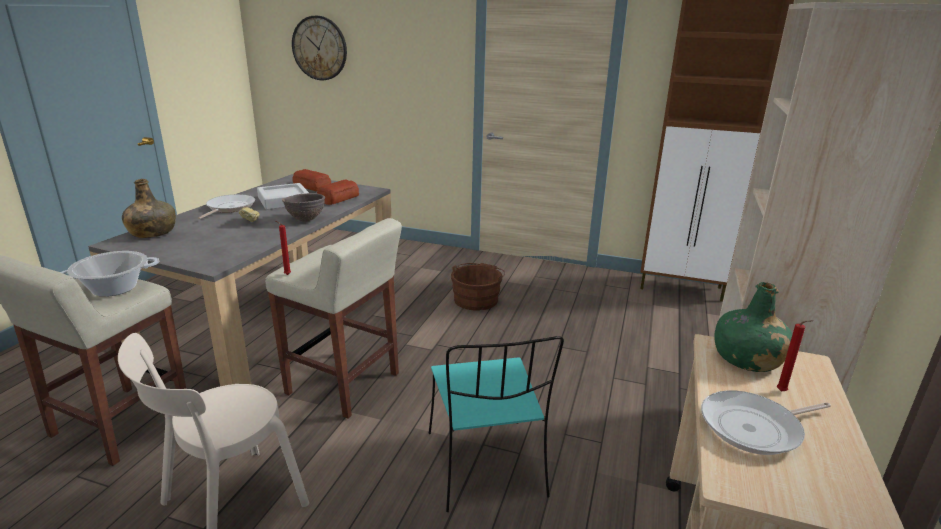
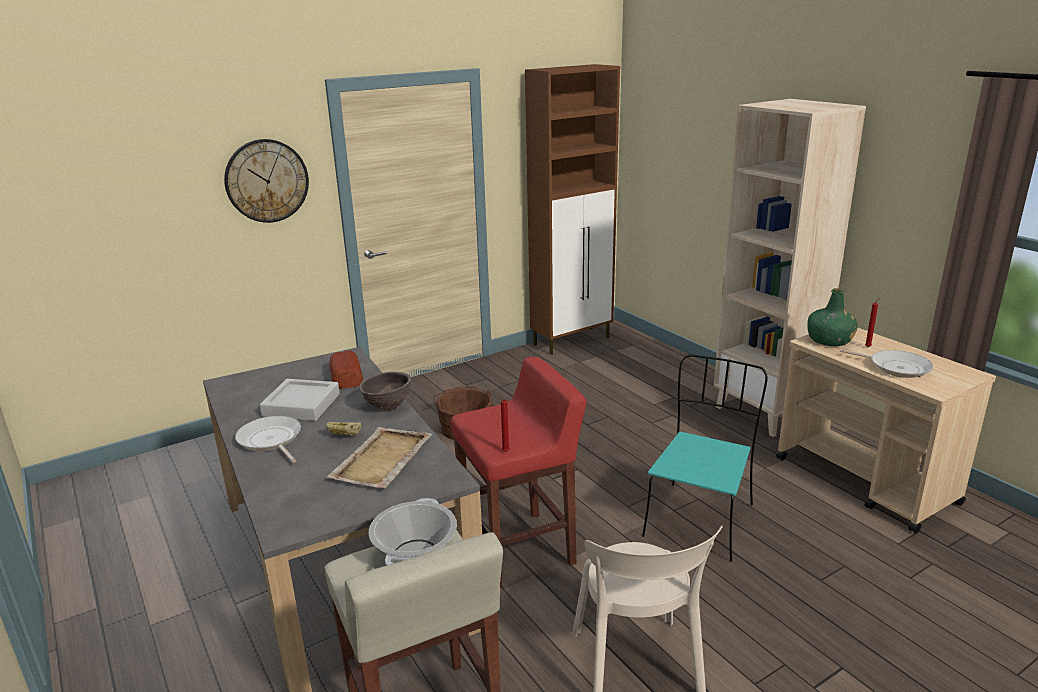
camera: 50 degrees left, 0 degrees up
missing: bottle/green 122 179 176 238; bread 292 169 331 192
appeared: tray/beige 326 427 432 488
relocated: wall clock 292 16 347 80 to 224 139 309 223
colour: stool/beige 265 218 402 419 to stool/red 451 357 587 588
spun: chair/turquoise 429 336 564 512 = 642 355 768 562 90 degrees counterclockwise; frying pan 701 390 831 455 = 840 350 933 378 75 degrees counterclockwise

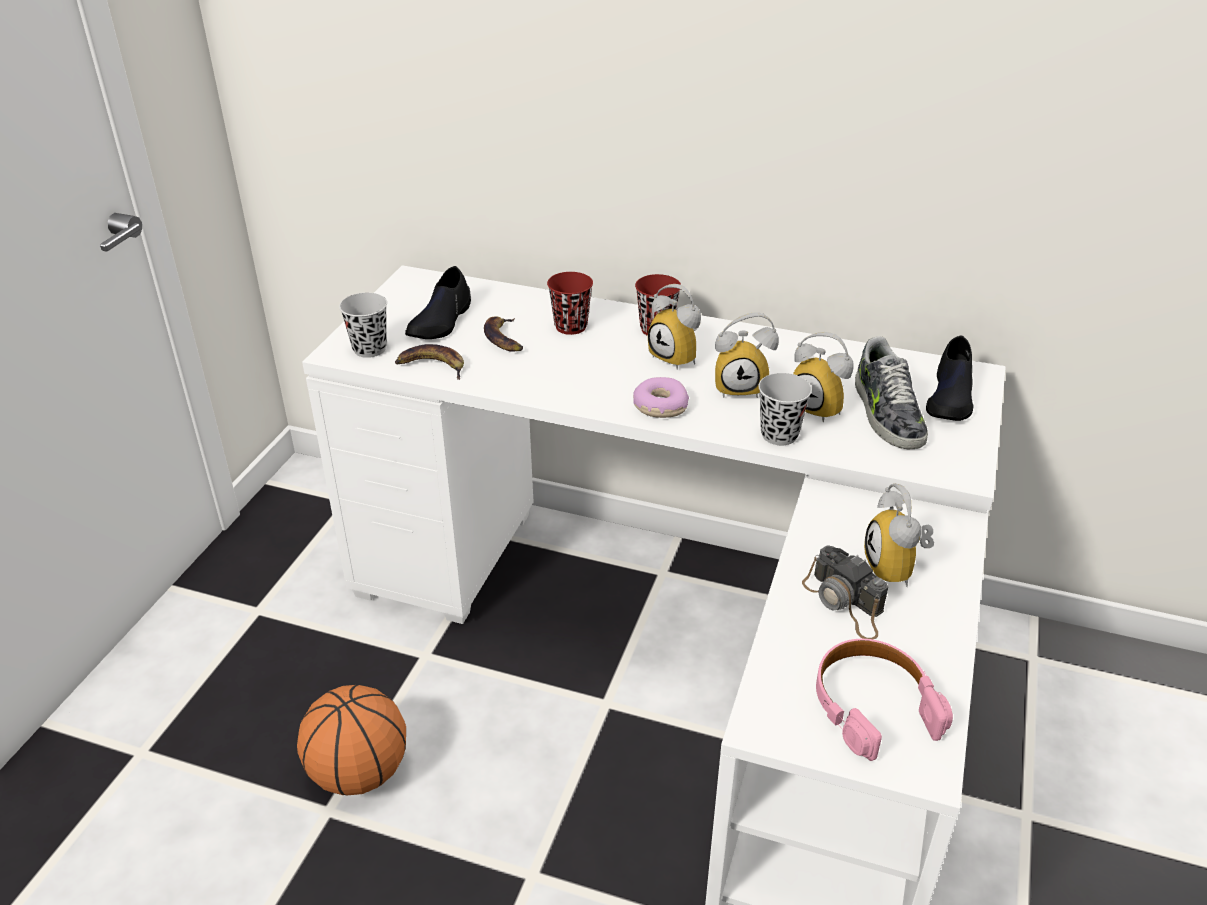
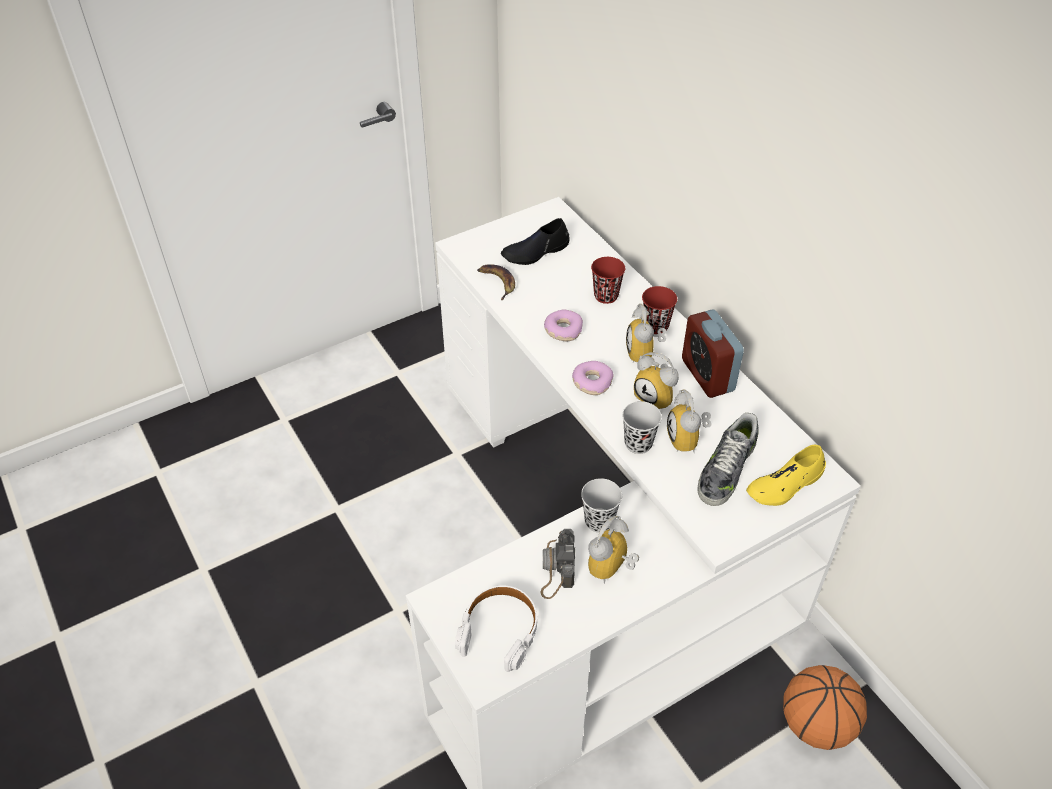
camera: 40 degrees right, 10 degrees up
missing: banana 484 316 523 352
appeared: donut 544 310 583 341; alarm clock 682 309 744 398
relocated: cup/black 339 293 387 358 to 581 478 622 533; basketball 297 685 406 795 to 783 665 867 750
colour: headphones/pink 816 639 953 761 to headphones/white 455 586 537 672; shoe/black 926 335 974 421 to shoe/yellow 746 445 826 506

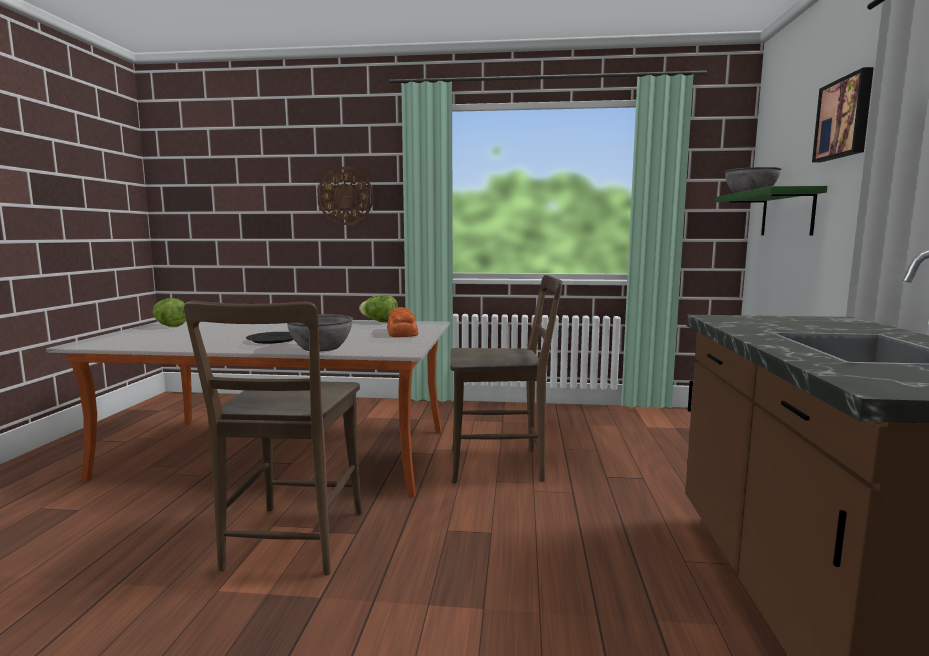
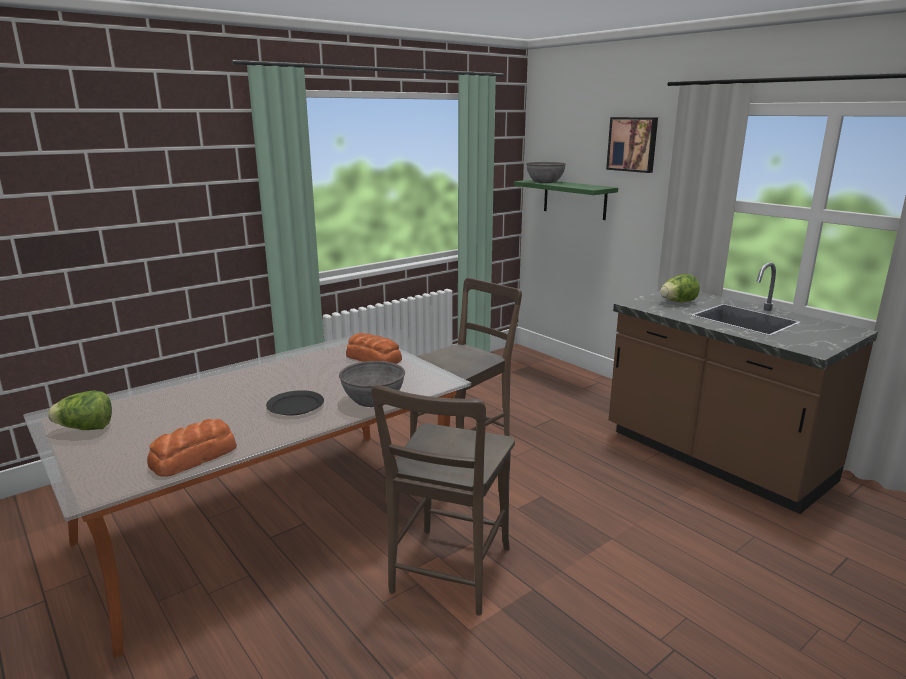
camera: 45 degrees left, 10 degrees up
missing: wall clock 317 167 373 225
appeared: bread 147 419 237 477
relocated: lettuce 359 295 398 322 to 660 274 700 302
spun: chair/brown 184 301 363 576 = 371 385 515 615 60 degrees clockwise

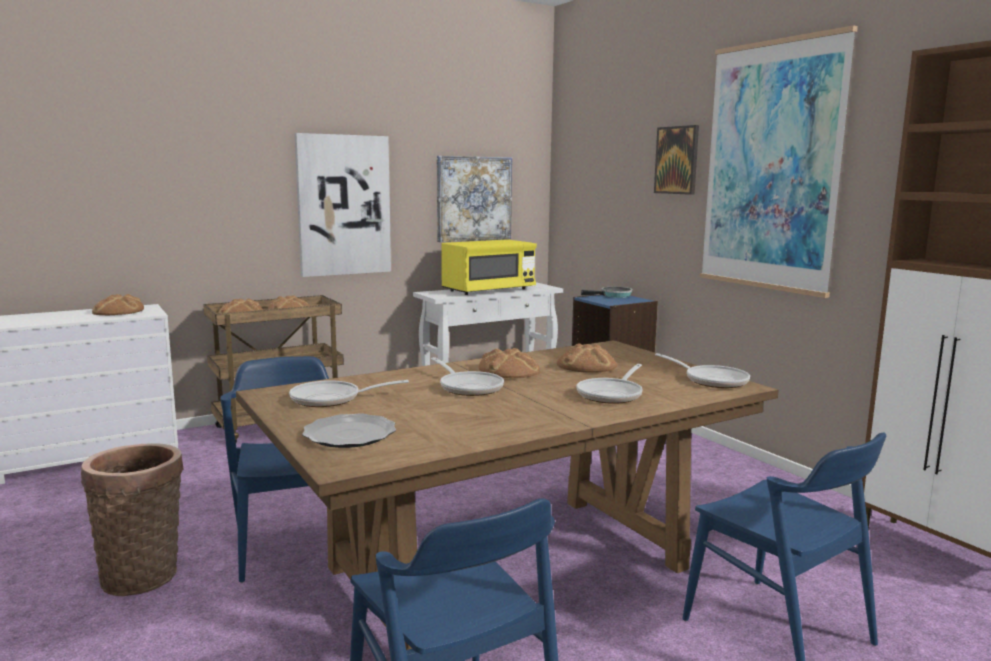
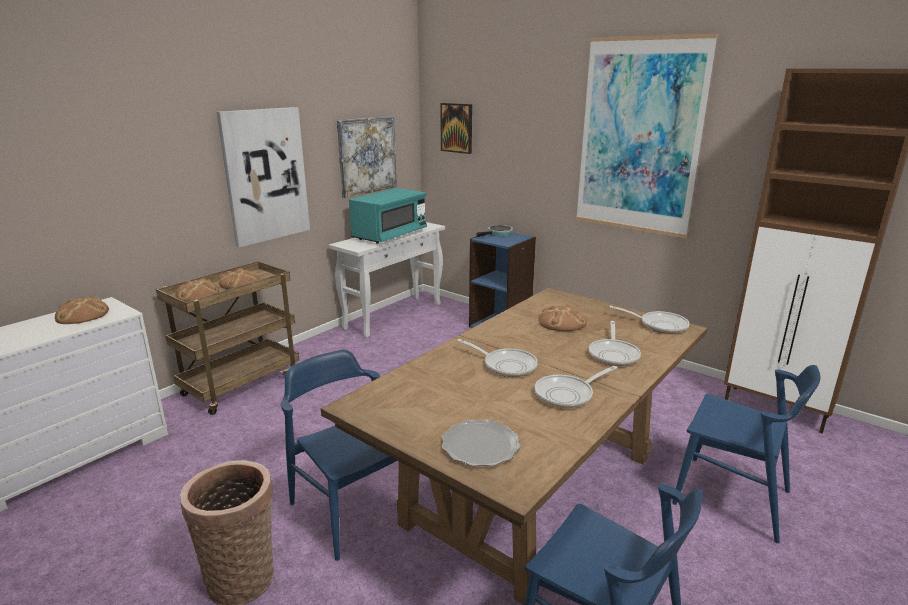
camera: 20 degrees left, 10 degrees up
missing: bread 479 348 540 379
relocated: picture 654 125 699 195 to 440 103 472 154; frying pan 289 380 409 407 to 535 366 617 408
colour: microwave/yellow 441 240 537 295 to microwave/turquoise 349 188 427 244

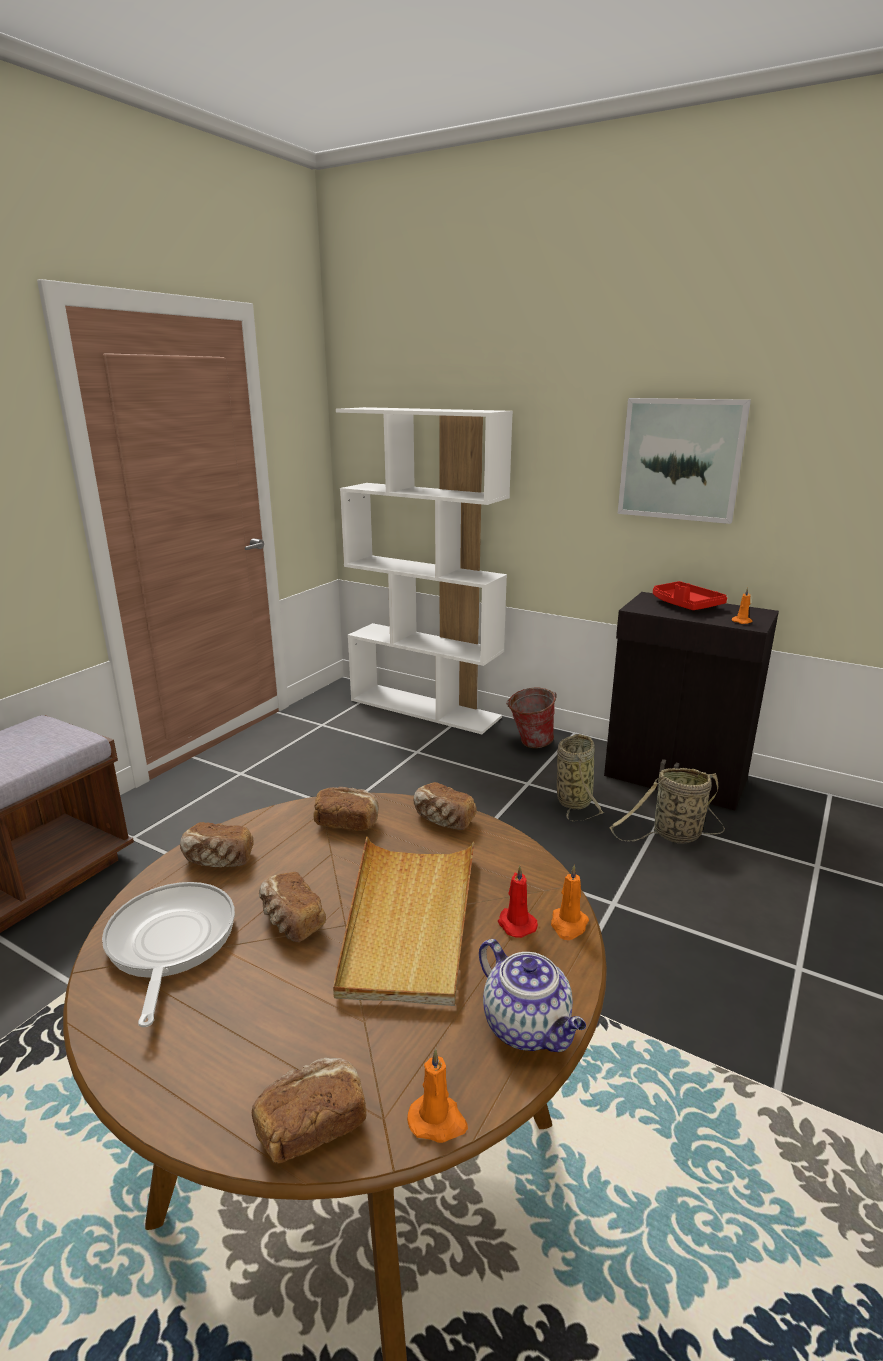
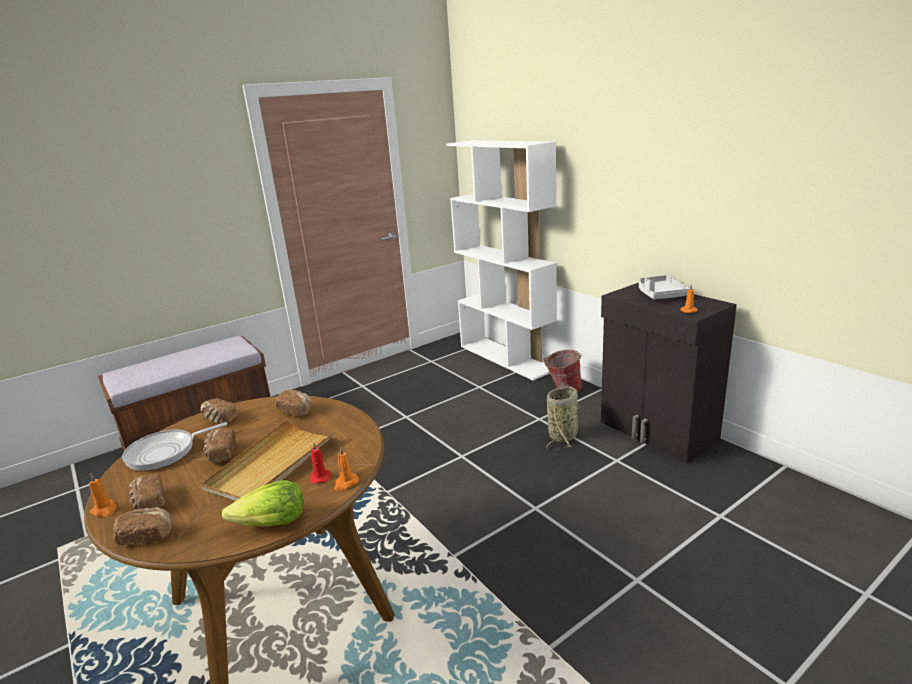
camera: 25 degrees right, 0 degrees up
missing: basket 609 768 725 843; picture 618 398 751 524
relocated: candle/orange 407 1049 468 1143 to 89 474 117 517; bread 413 782 477 830 to 129 474 165 509
exchanged: teapot 479 939 586 1052 to lettuce 222 480 303 527
colour: tray/red 653 581 727 610 to tray/grey 639 275 690 299
spun: frying pan 102 882 235 1027 = 122 422 227 471 135 degrees counterclockwise

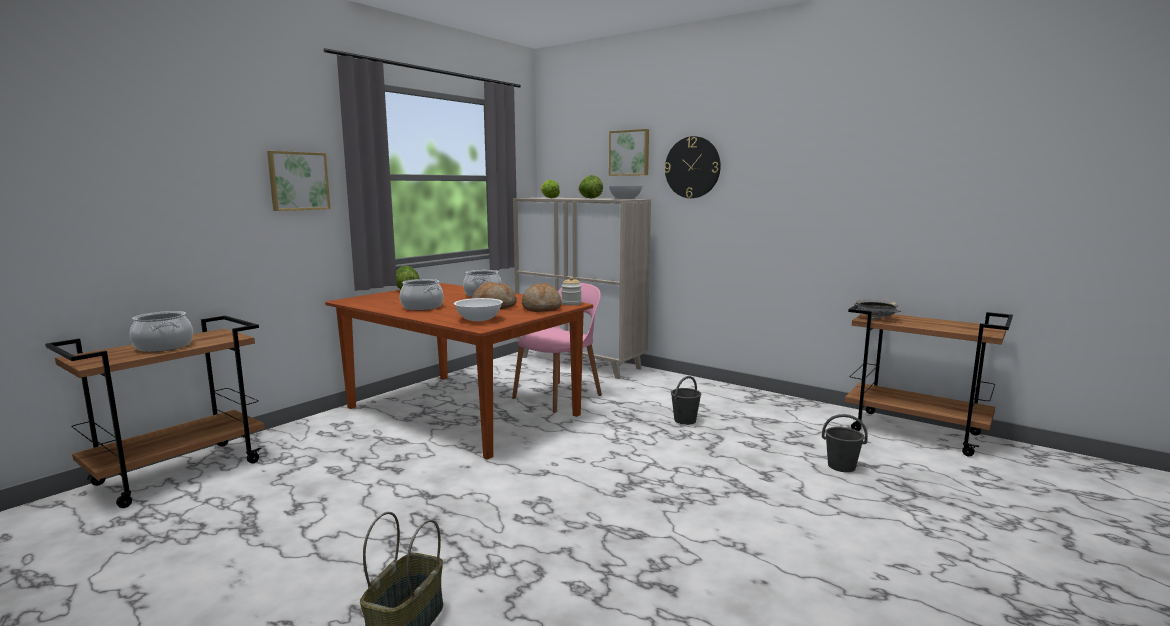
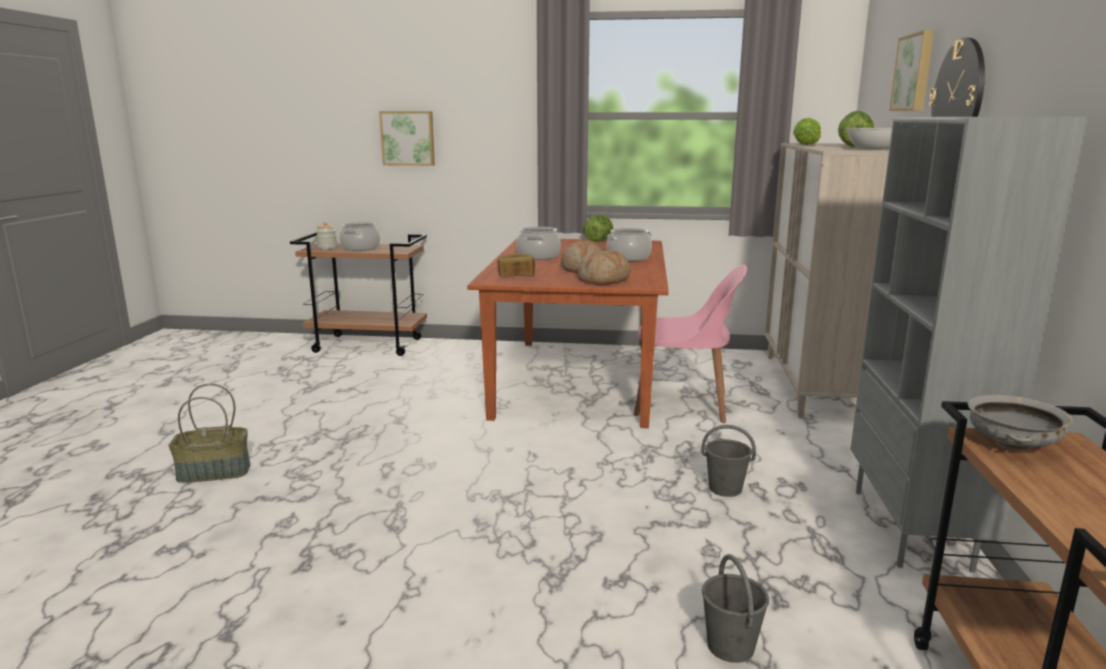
camera: 60 degrees right, 5 degrees up
appeared: bookcase/grey 851 117 1087 573
relocated: jar 561 277 582 305 to 316 222 337 250; picture 267 151 331 211 to 379 111 435 166
exchanged: bowl/white 454 298 503 321 to bread 497 254 535 276

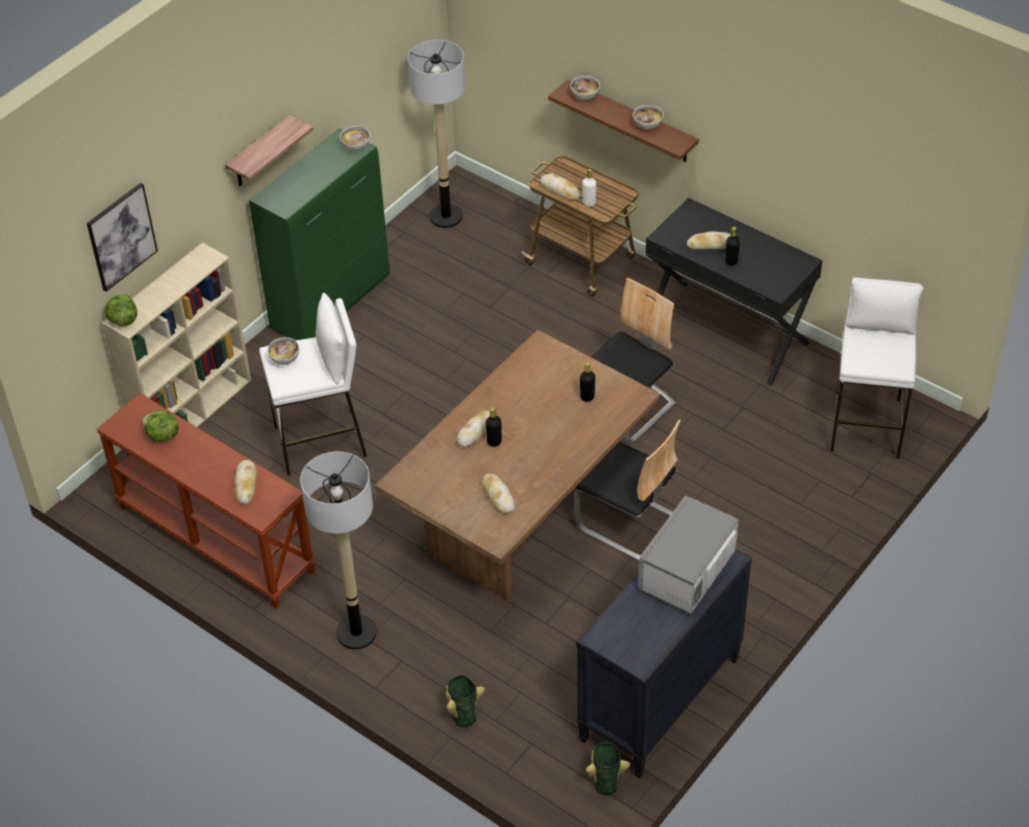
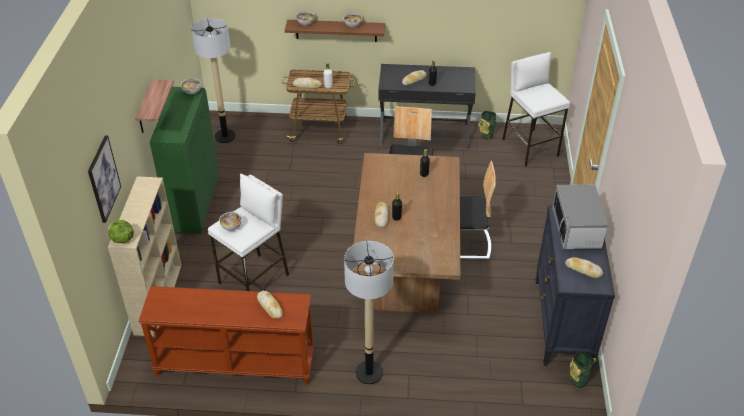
camera: 35 degrees left, 5 degrees down
missing: lettuce 142 410 179 442
relocated: vase 446 675 485 727 to 478 111 496 140; bread 482 474 515 514 to 565 257 603 278

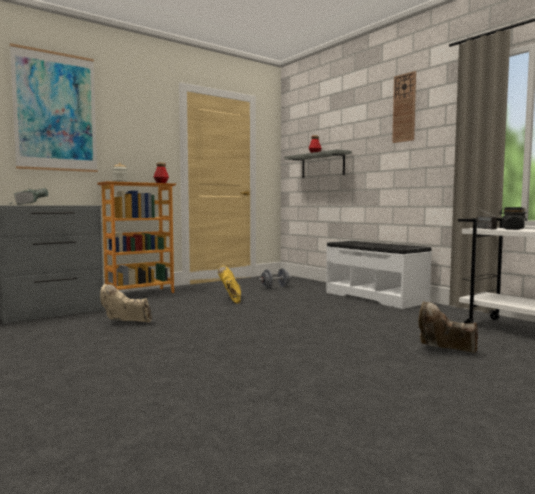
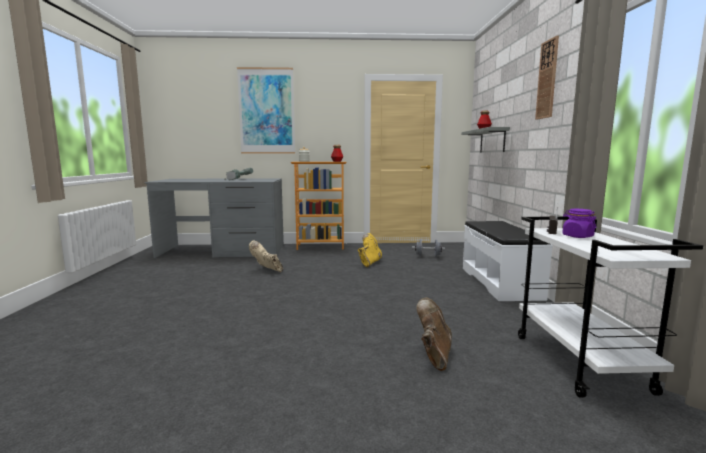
camera: 35 degrees right, 5 degrees up
colour: jar/black 499 207 527 230 to jar/purple 562 209 596 238
spun: boot/brown 418 301 478 353 = 416 298 452 371 45 degrees clockwise

